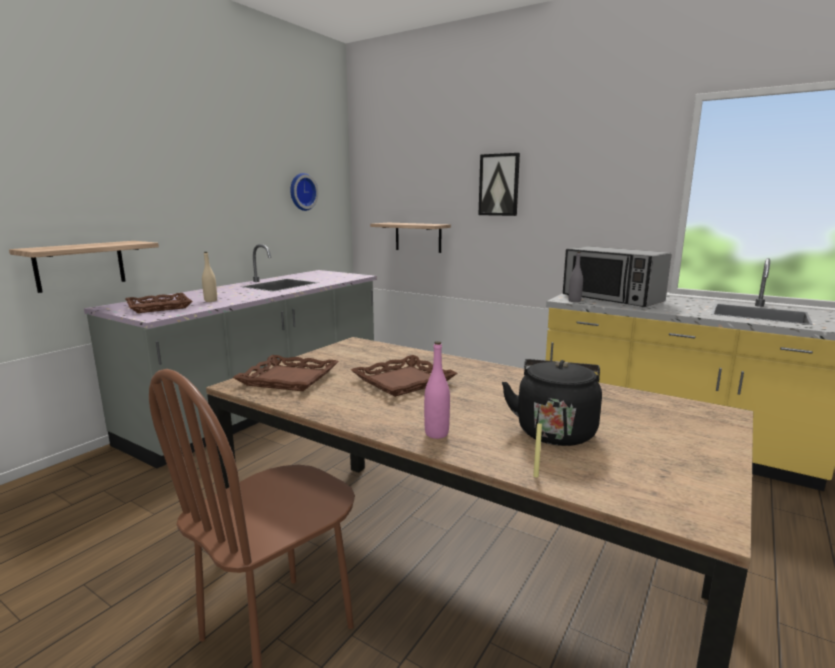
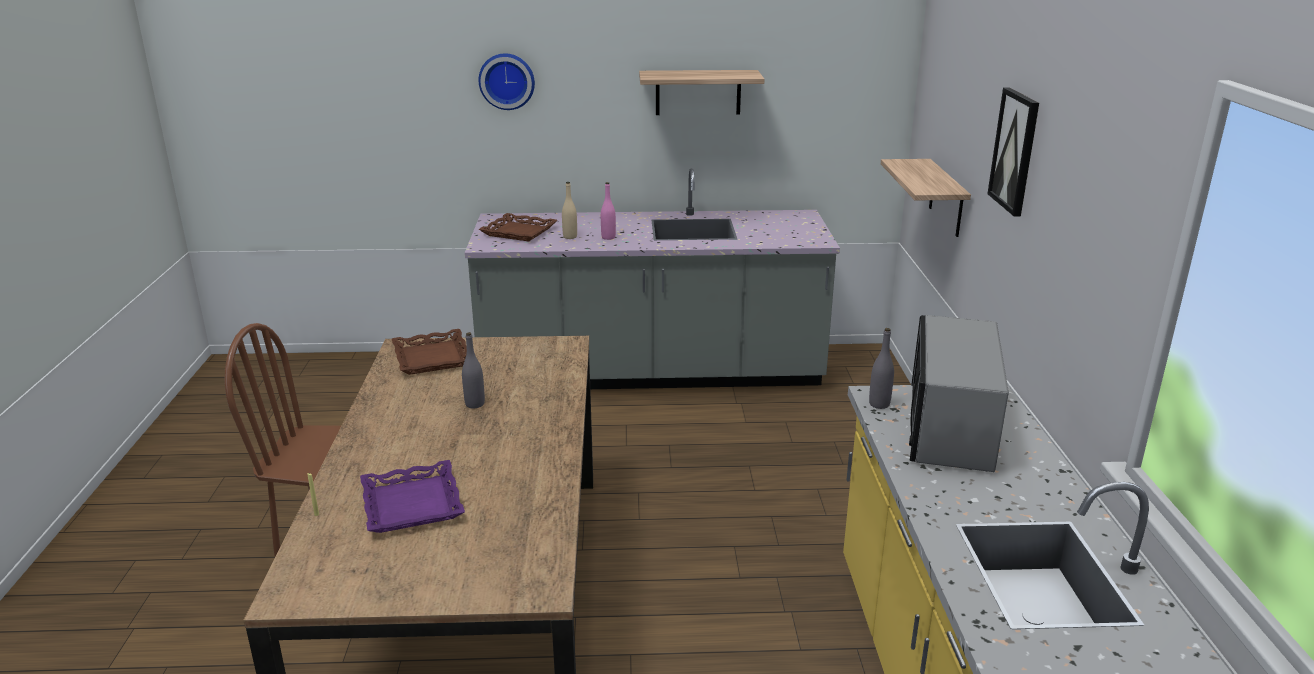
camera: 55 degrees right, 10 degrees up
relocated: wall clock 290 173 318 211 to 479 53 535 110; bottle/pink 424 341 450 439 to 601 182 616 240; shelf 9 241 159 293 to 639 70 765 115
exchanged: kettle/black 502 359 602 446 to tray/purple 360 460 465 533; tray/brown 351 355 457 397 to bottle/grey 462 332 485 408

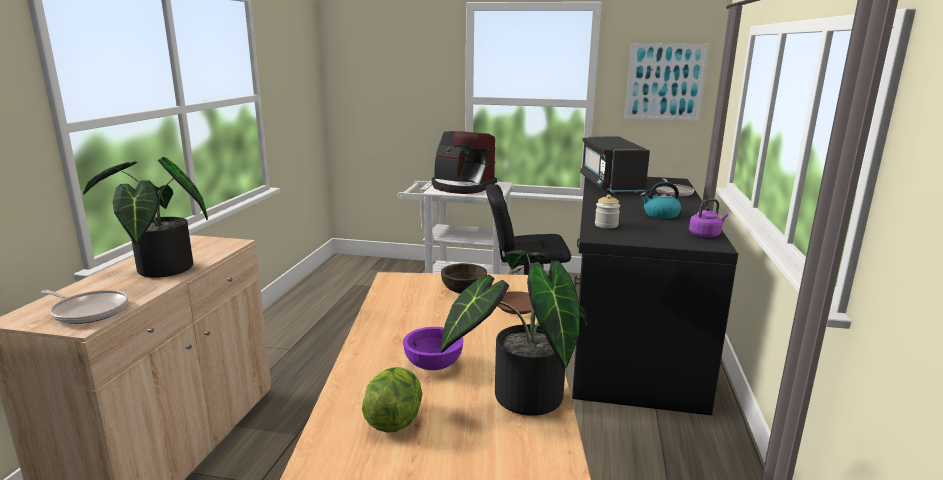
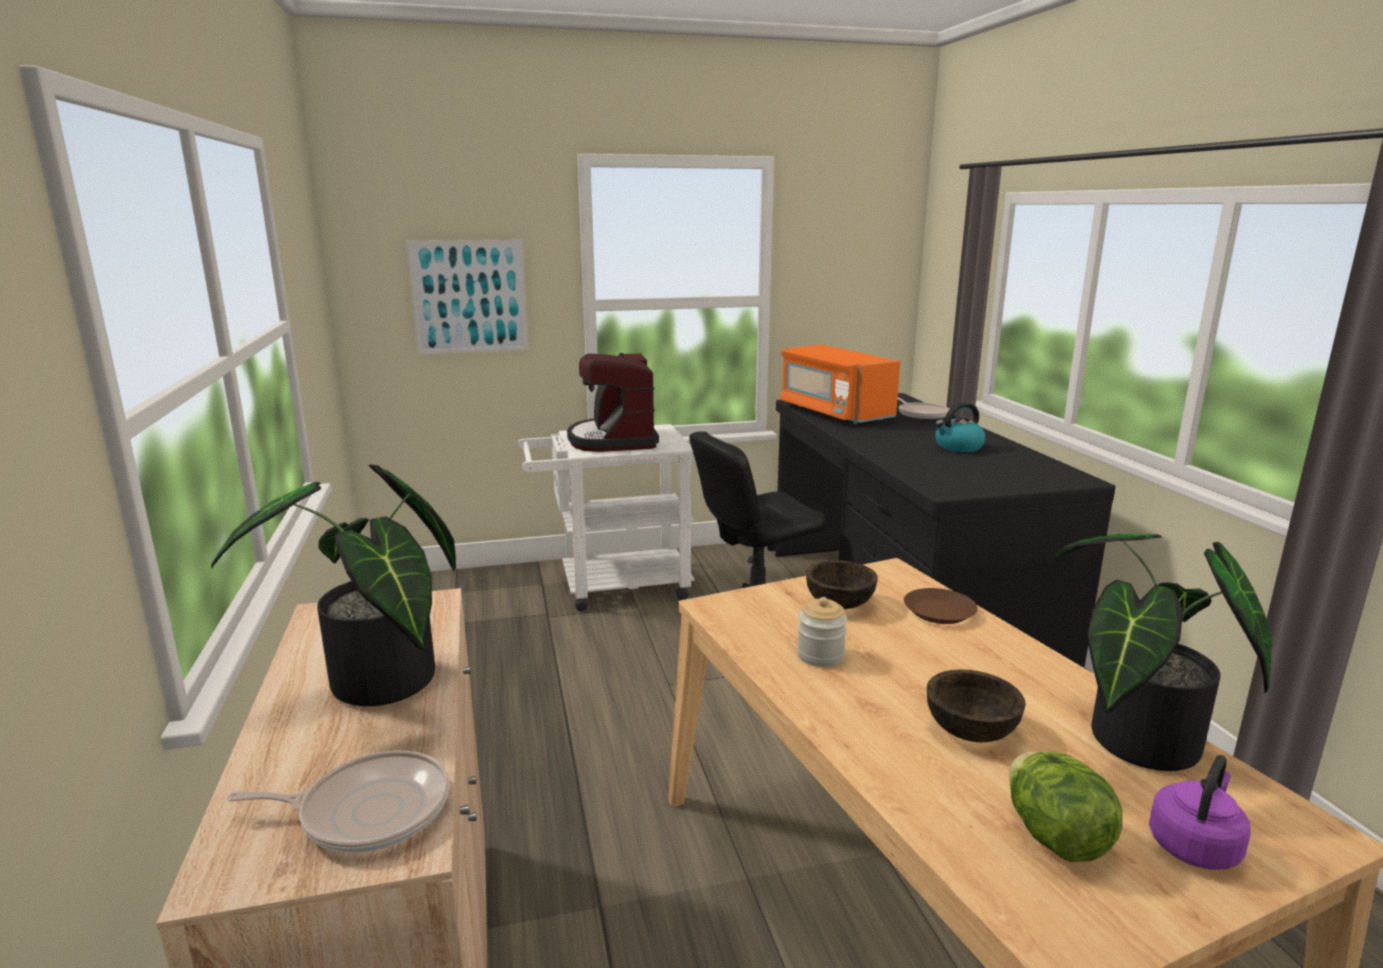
camera: 25 degrees left, 0 degrees up
relocated: picture 624 43 709 121 to 406 240 529 355; jar 595 194 620 228 to 797 597 847 667; kettle/purple 689 199 728 237 to 1149 755 1251 870
colour: microwave/black 580 137 650 193 to microwave/orange 780 344 900 424; bowl/purple 403 327 463 370 to bowl/brown 927 669 1026 742
spun: coffee machine 432 131 497 194 = 567 353 659 452 75 degrees clockwise

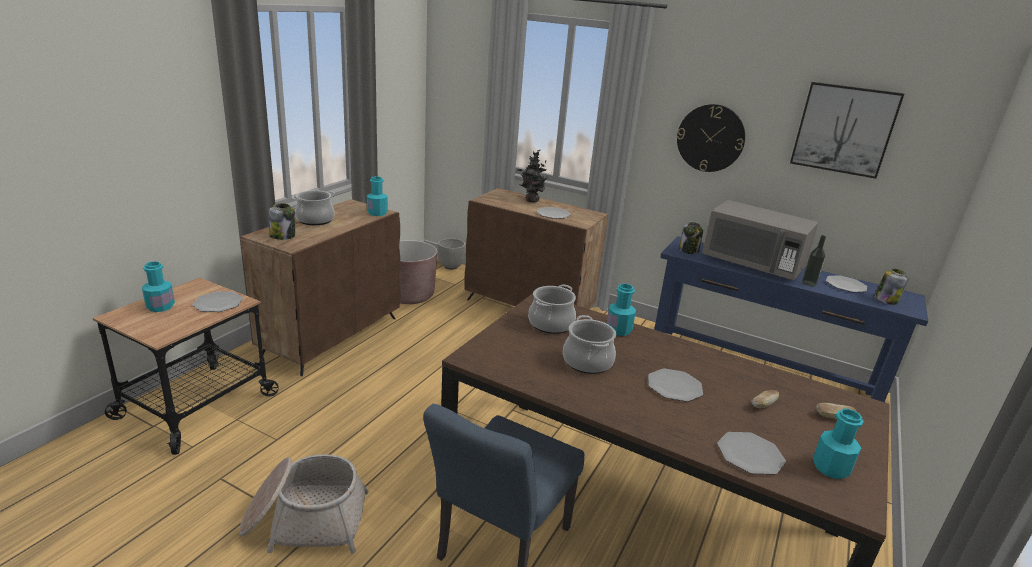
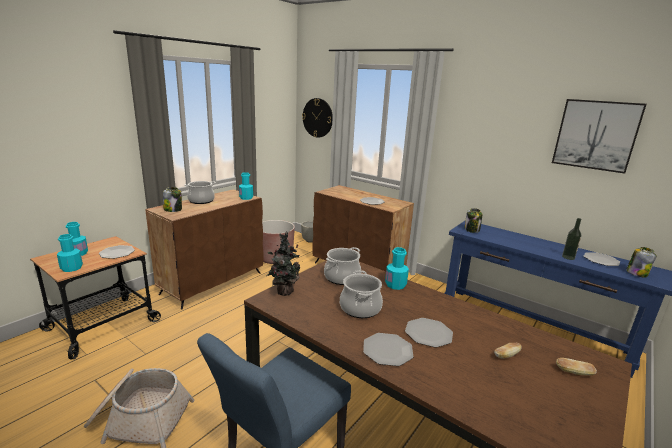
camera: 10 degrees right, 5 degrees down
missing: microwave/grey 702 200 818 280
relocated: bottle/turquoise 813 409 864 479 to 57 234 83 272; potted plant 517 150 552 202 to 266 232 300 296; wall clock 677 104 745 172 to 302 98 333 138; plate 717 432 786 475 to 363 333 413 366

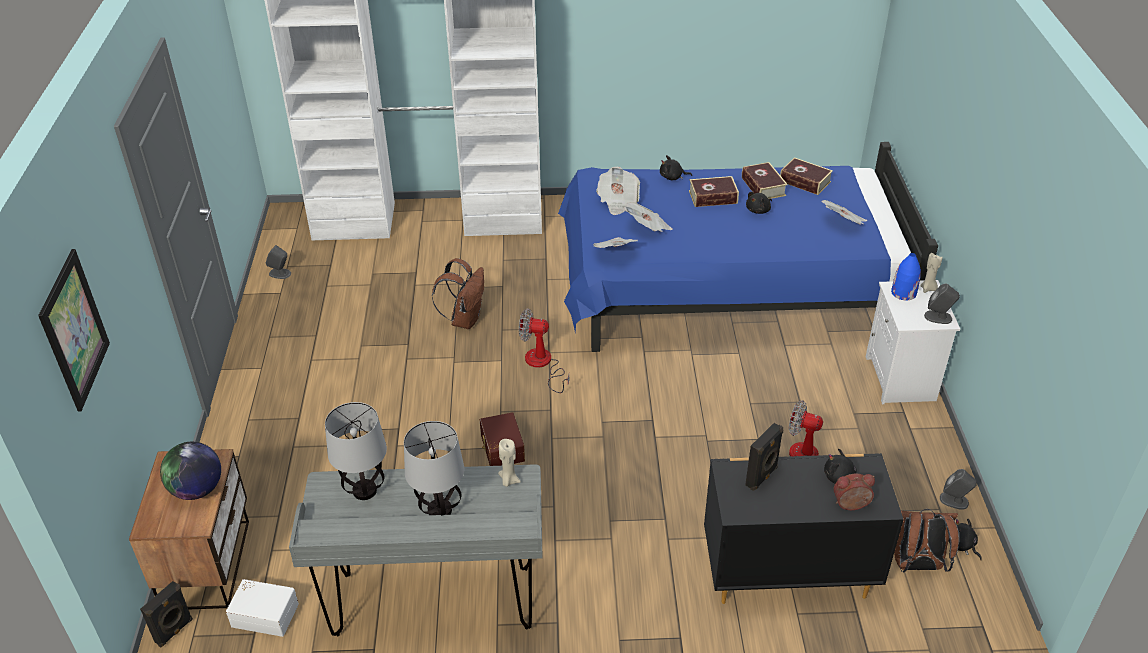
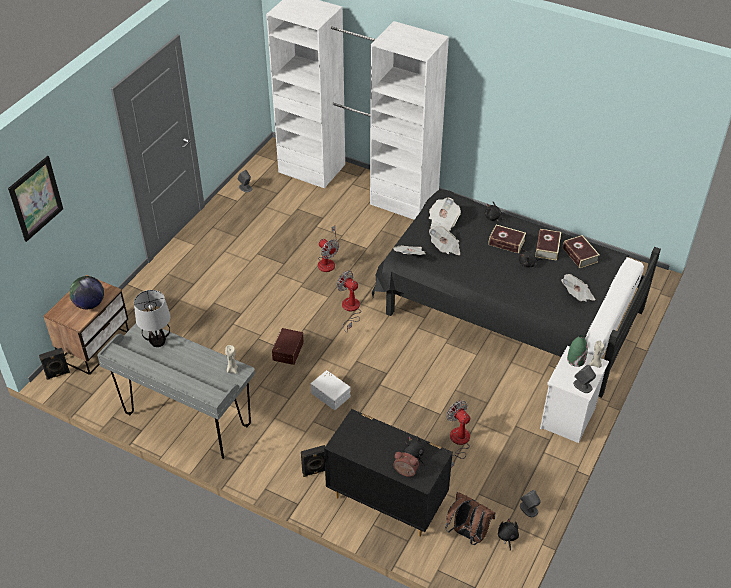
camera: 30 degrees right, 5 degrees up
missing: table lamp 404 421 464 516
relocated: speaker/black 745 423 783 491 to 301 445 325 477; storage box/white 226 579 299 637 to 311 370 351 410
exchanged: backpack/brown 432 258 484 329 to fan 318 226 339 272
colour: bed/blue 558 142 938 352 to bed/black 372 189 661 398; vase/blue 891 253 921 300 to vase/green 567 335 588 367

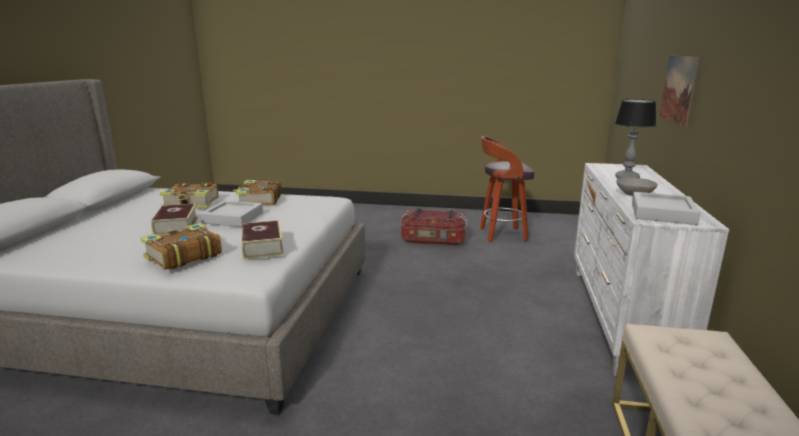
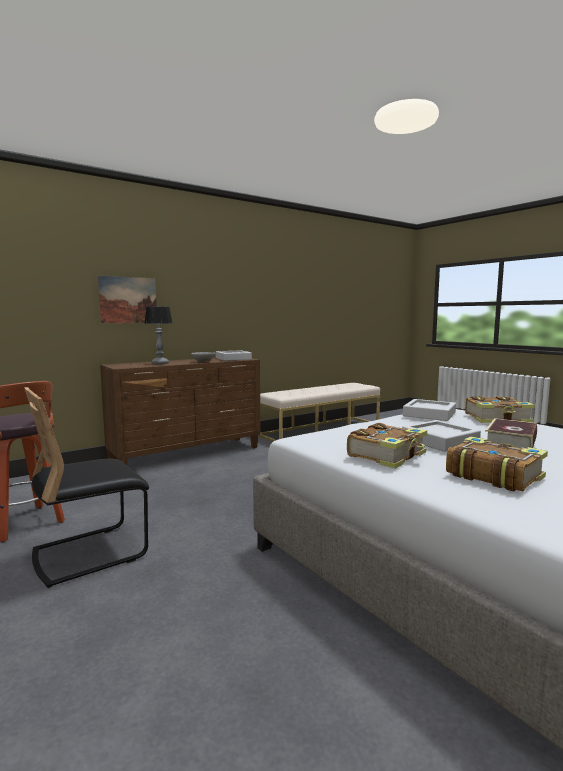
camera: 135 degrees left, 10 degrees down
exchanged: storage box 401 208 467 246 to chair/black 25 387 149 588; book 242 220 284 259 to tray/grey 403 399 456 421
colour: dresser/white 574 163 729 376 to dresser/brown 100 358 260 465

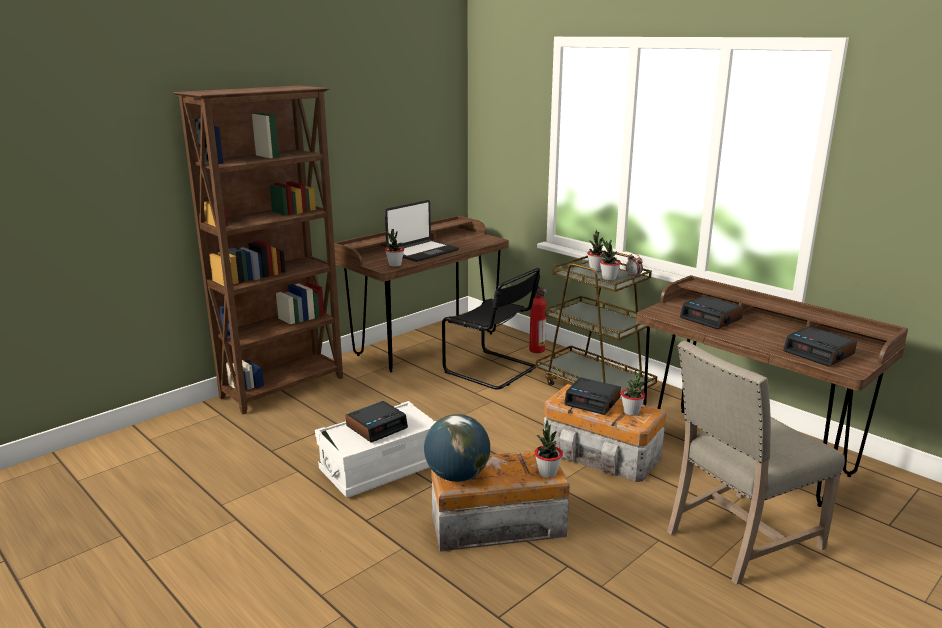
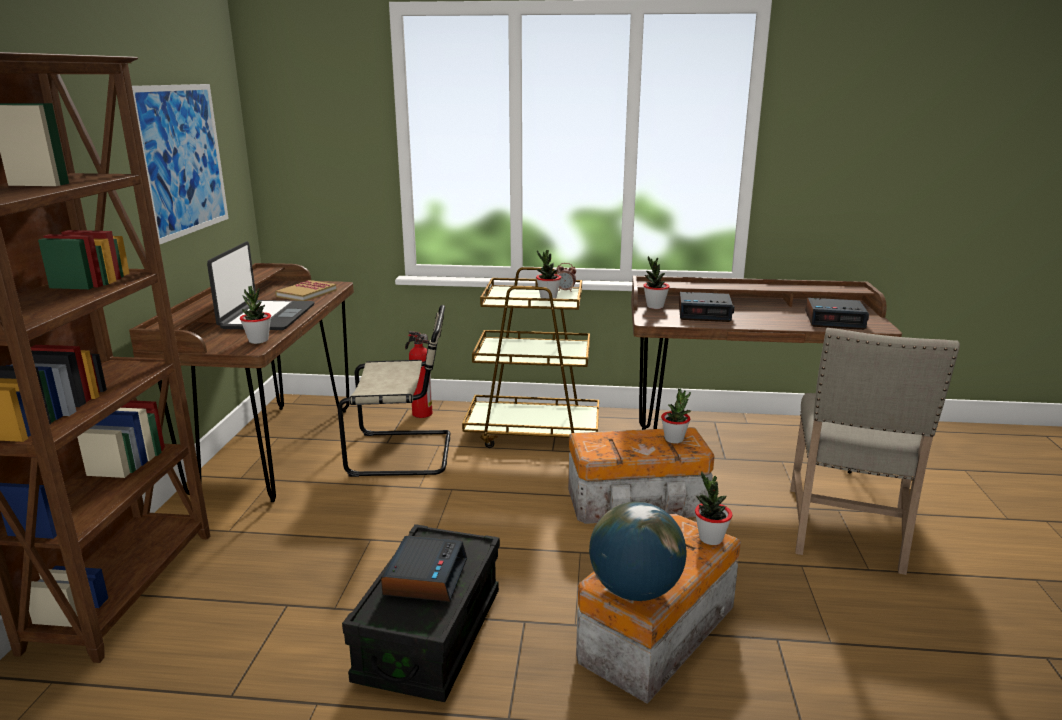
camera: 40 degrees left, 0 degrees up
missing: alarm clock 564 377 621 415
appeared: picture 132 84 229 244; book 275 280 337 301
relocated: potted plant 587 230 605 271 to 643 256 670 309
colour: chair/black 442 268 540 389 to chair/beige 337 305 451 477; storage box/white 315 401 436 498 to storage box/black 342 524 500 702

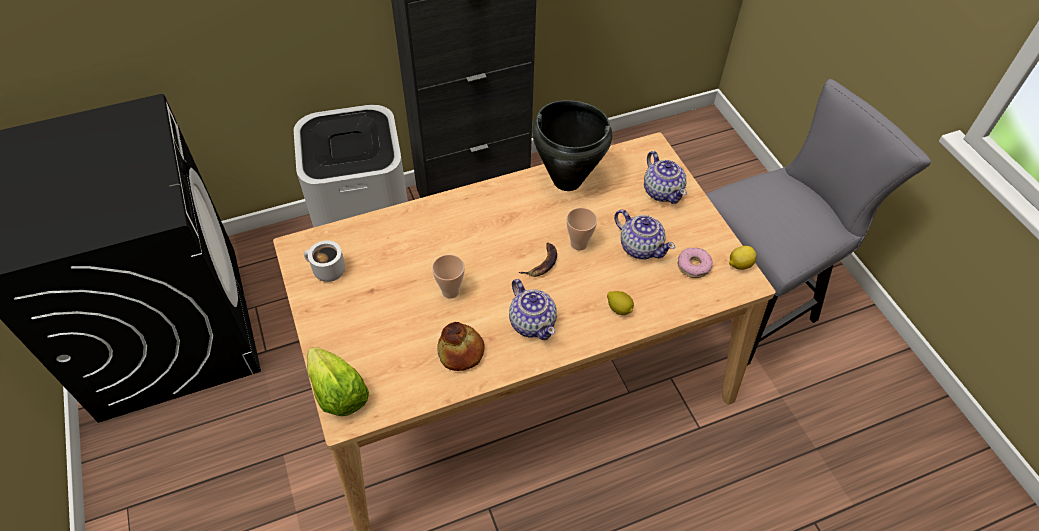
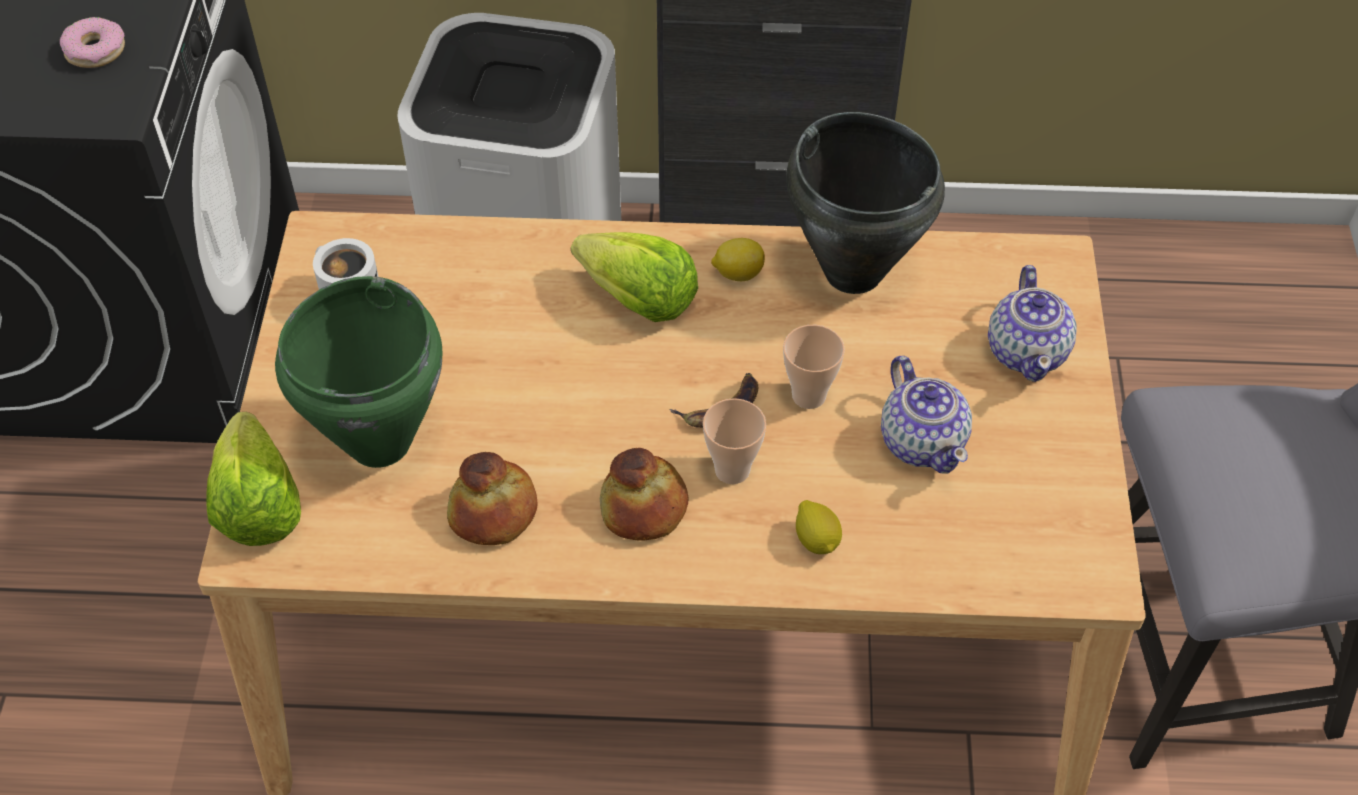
camera: 25 degrees right, 0 degrees up
appeared: cooking pot/green 275 276 442 468; lettuce 571 232 698 322
relocated: donut 678 248 713 278 to 60 17 125 68; cup 432 255 465 299 to 703 398 766 484; lemon 729 246 756 270 to 711 238 765 281
exchanged: teapot 509 279 557 340 to bread 600 448 689 541

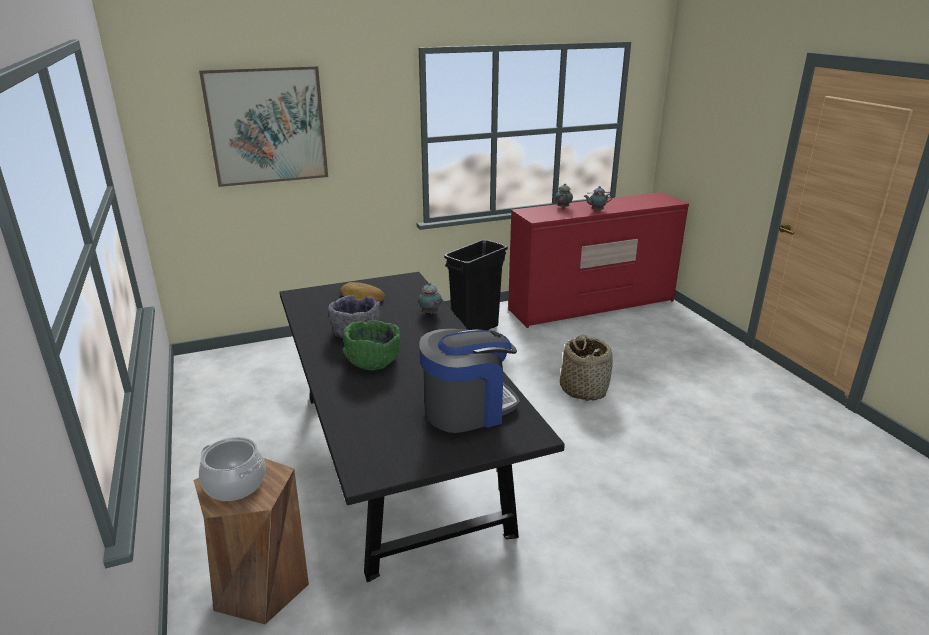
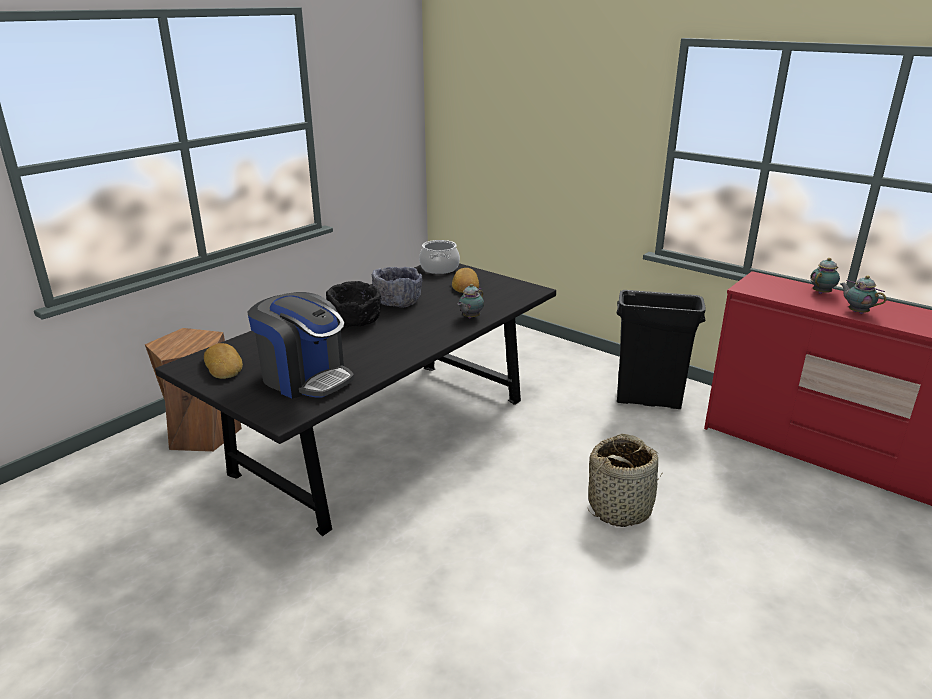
camera: 60 degrees right, 0 degrees up
missing: picture 199 66 328 187
appeared: bread 204 343 243 379
relocated: cooking pot 199 437 266 501 to 419 240 460 274
colour: bowl/green 343 320 400 371 to bowl/black 326 281 381 328

